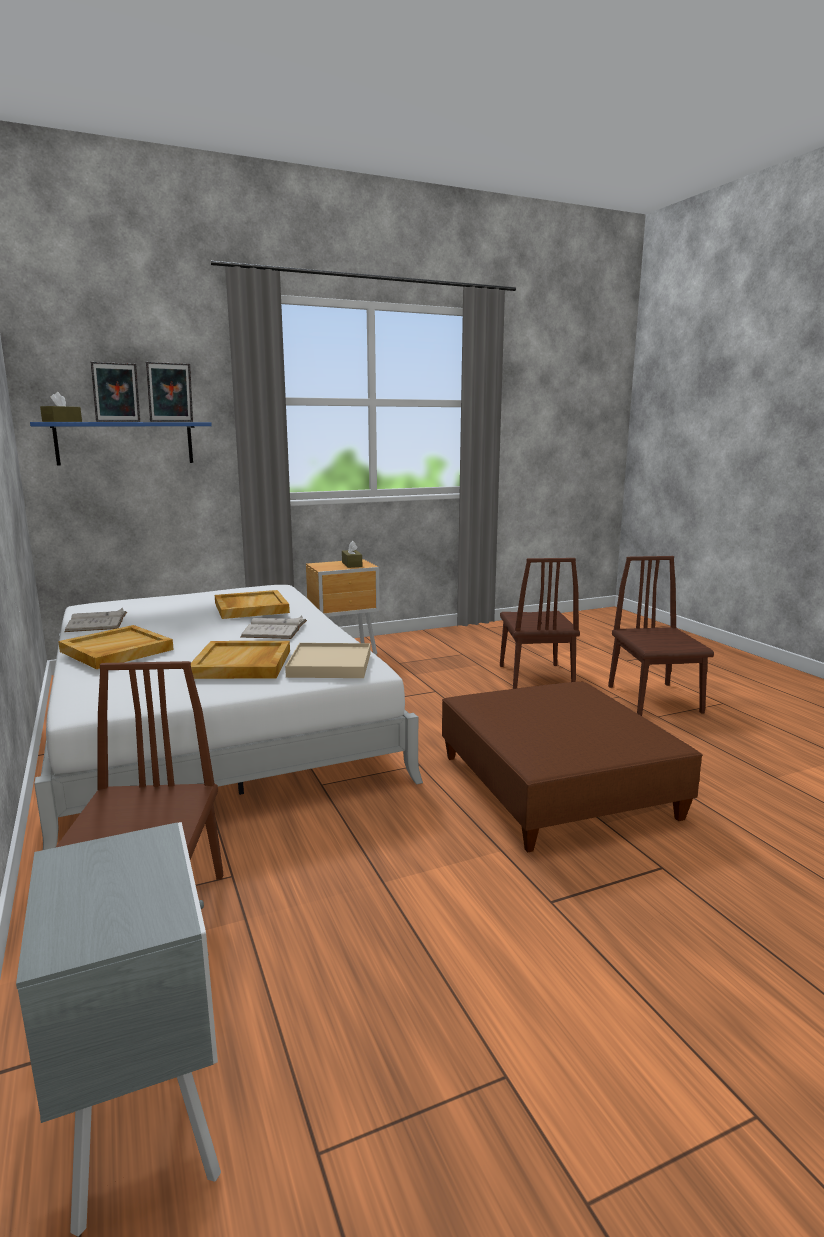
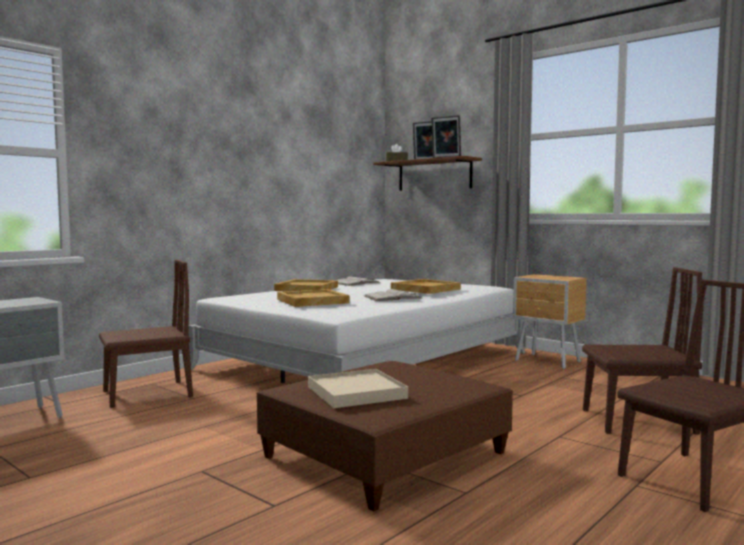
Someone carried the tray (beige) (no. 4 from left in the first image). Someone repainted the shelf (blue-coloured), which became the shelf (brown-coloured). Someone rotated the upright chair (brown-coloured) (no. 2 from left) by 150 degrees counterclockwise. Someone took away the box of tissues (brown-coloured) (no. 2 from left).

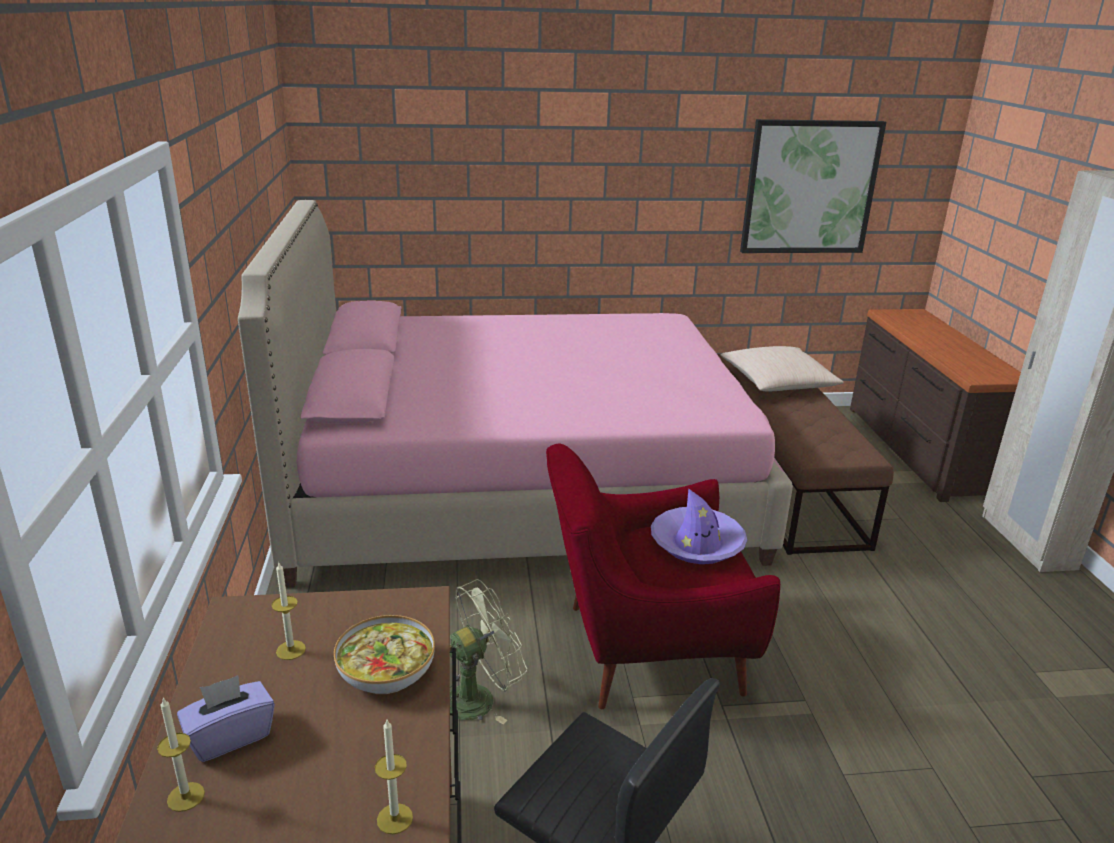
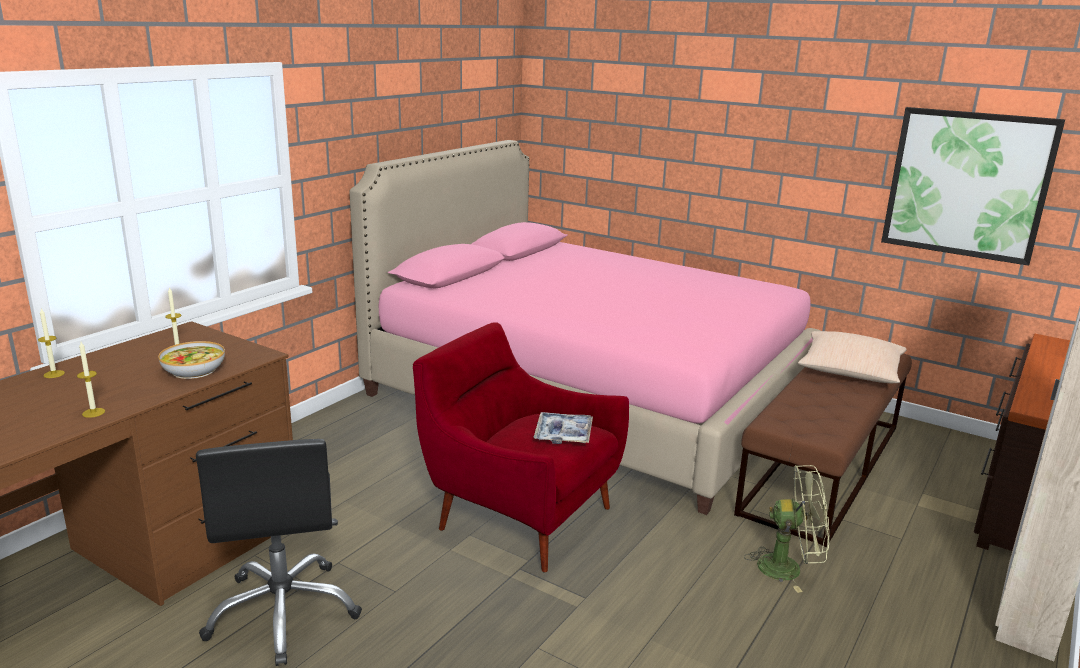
Someone swapped the clothing hat (purplish) for the tray. Someone carried the fan (green-coloured). Someone took away the box of tissues (purplish).

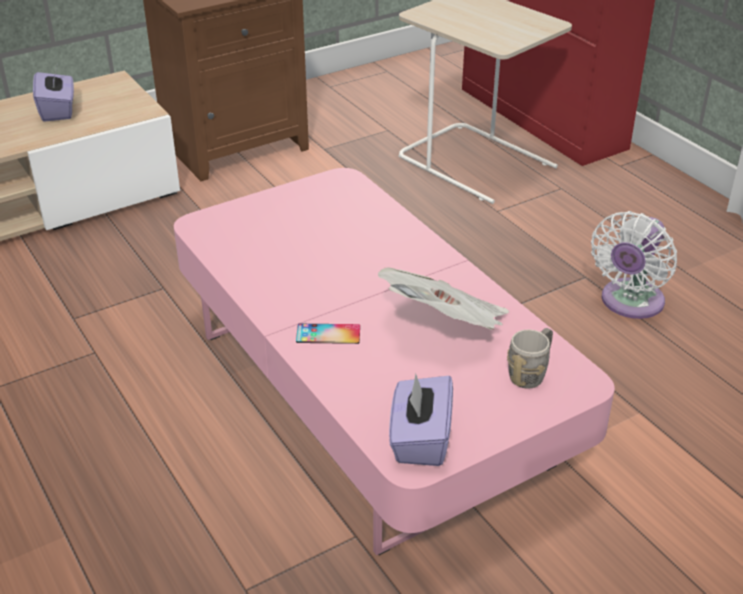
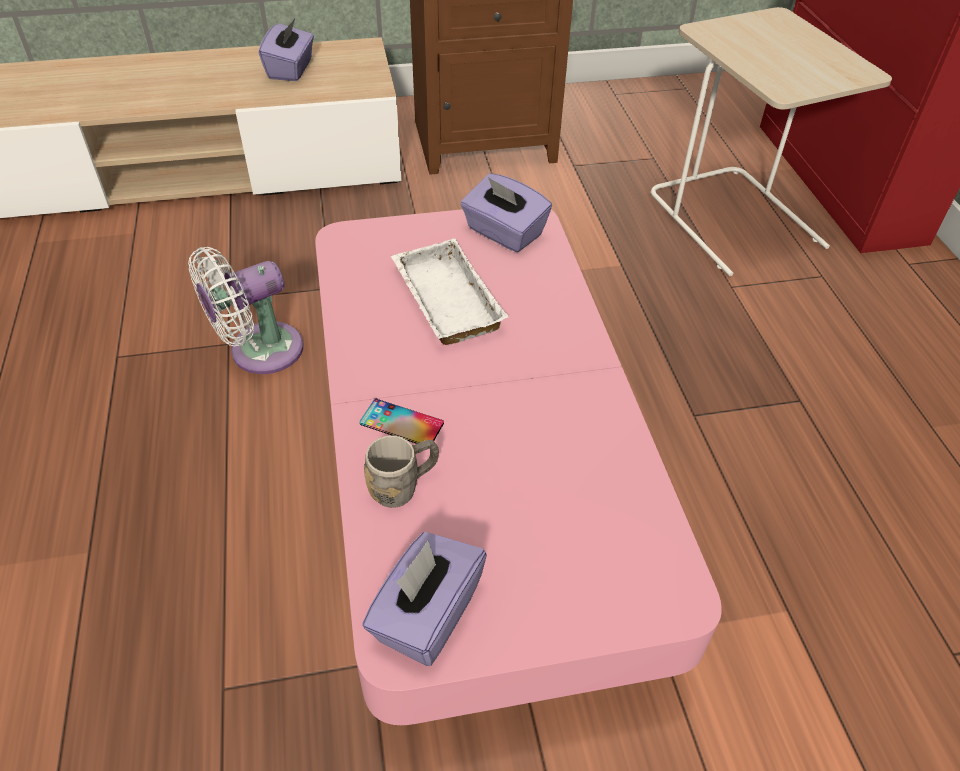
Someone carried the fan (whitish). Someone carried the tea mug (gray). Someone put down the tray (whitish). Someone put down the box of tissues (purplish) (no. 3 from left). Someone took away the printed paper.

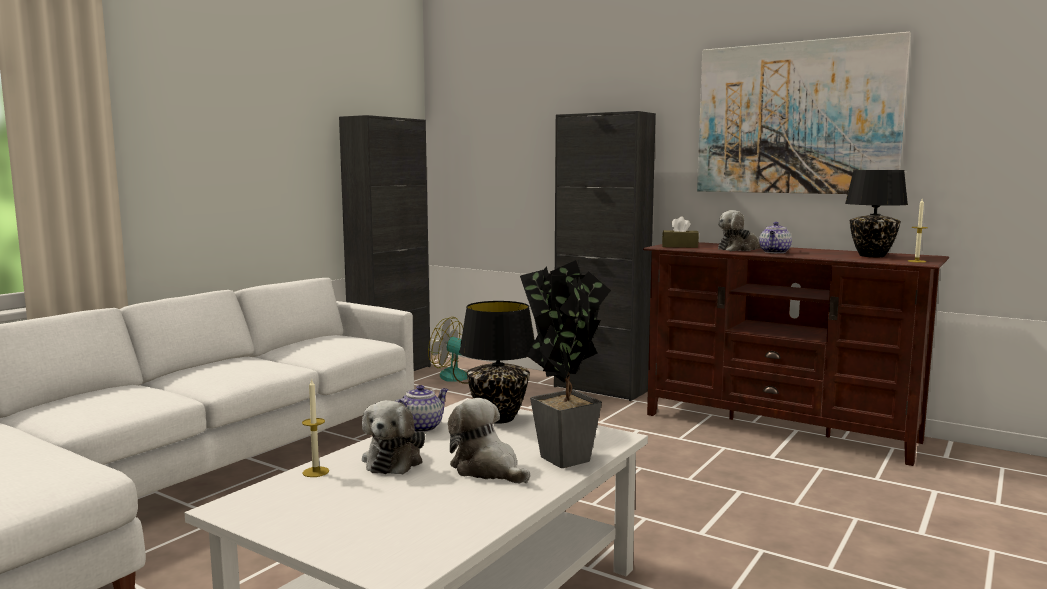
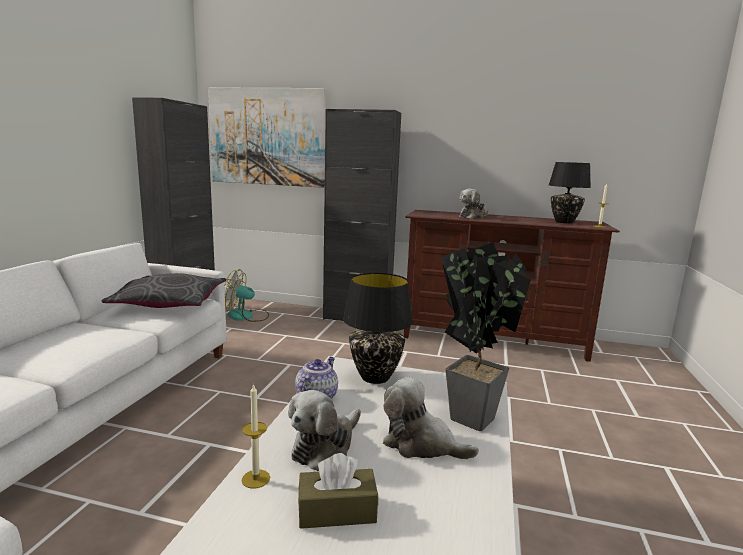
Someone put down the pillow (gray). Someone carried the wall picture. Someone rotated the plush toy (no. 1 from left) by 45 degrees clockwise. Someone carried the box of tissues (brown-coloured). Someone took away the teapot (no. 2 from left).

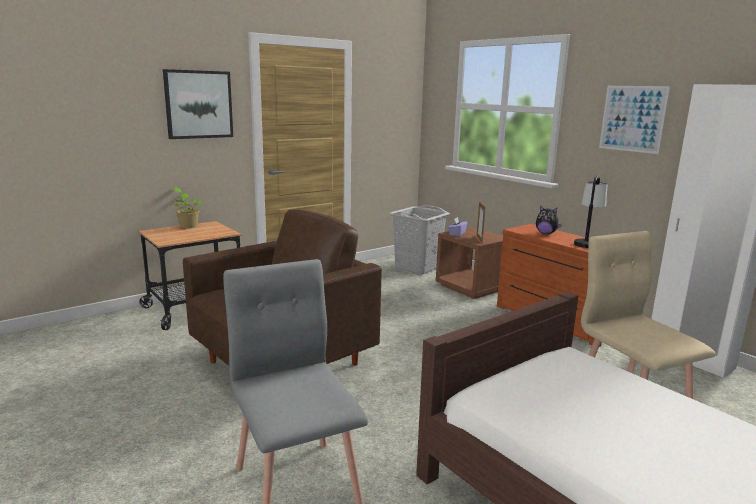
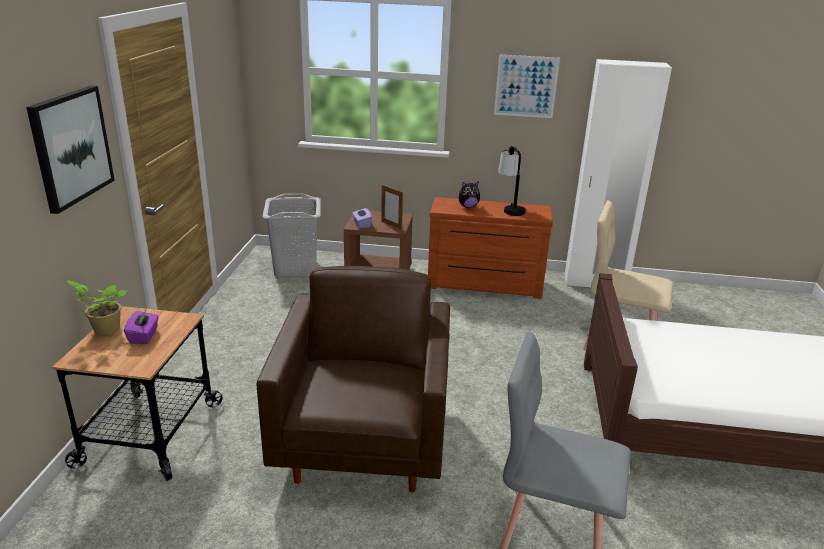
Someone put down the box of tissues (purplish) (no. 1 from left).

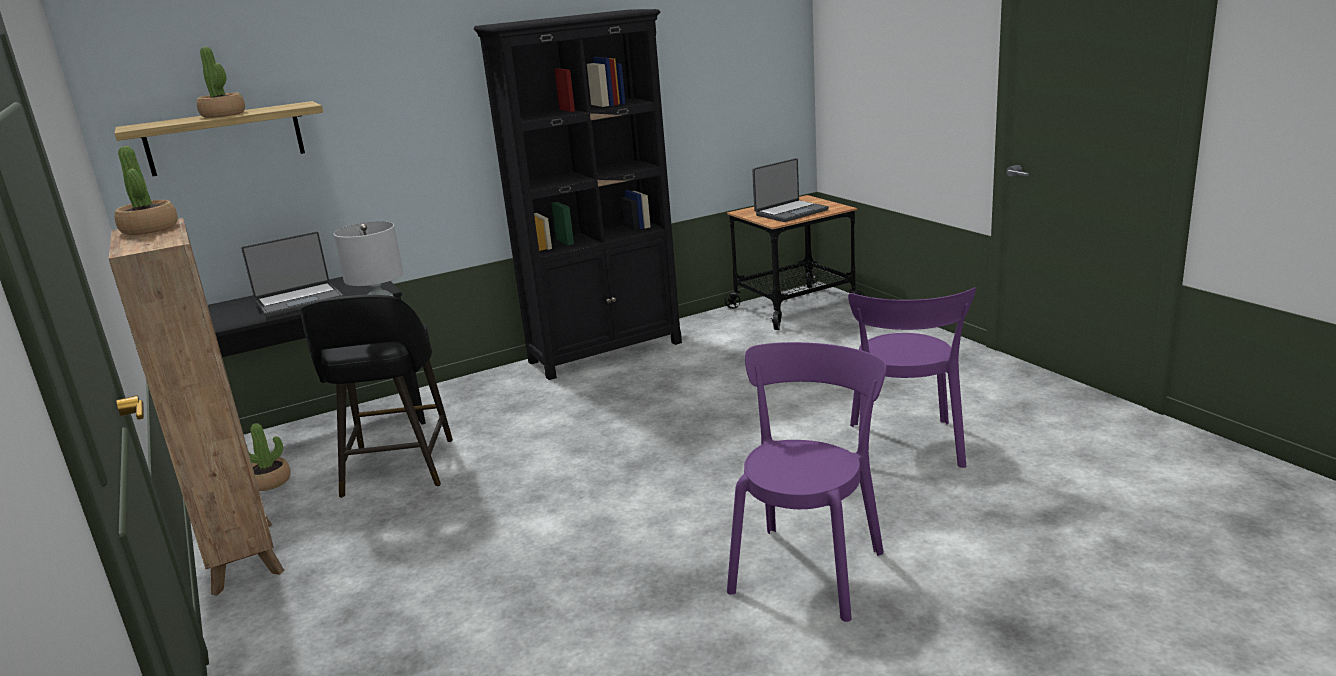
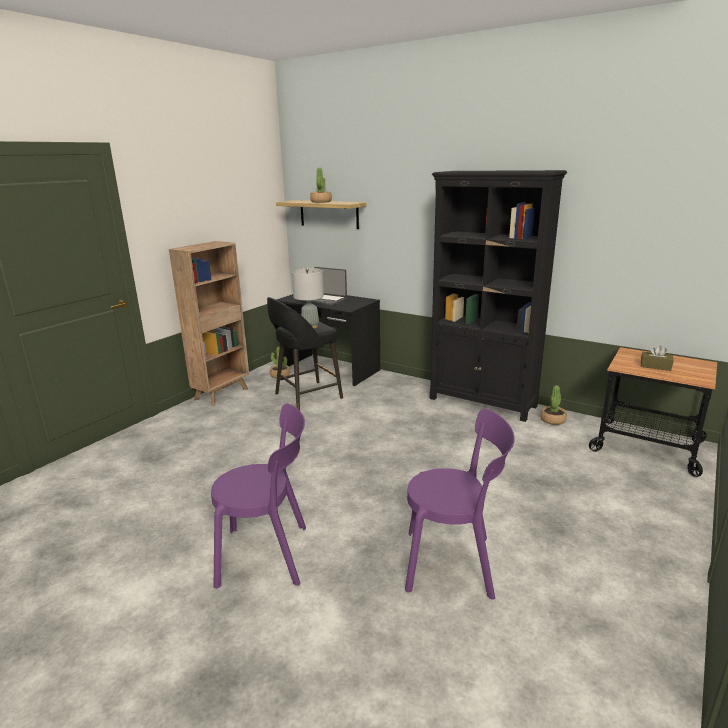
Someone rotated the upright chair (purplish) (no. 2 from left) by 150 degrees counterclockwise. Someone carried the plant in a pot (no. 1 from left in the first image). Someone swapped the portable computer (no. 2 from left) for the box of tissues (brown-coloured).

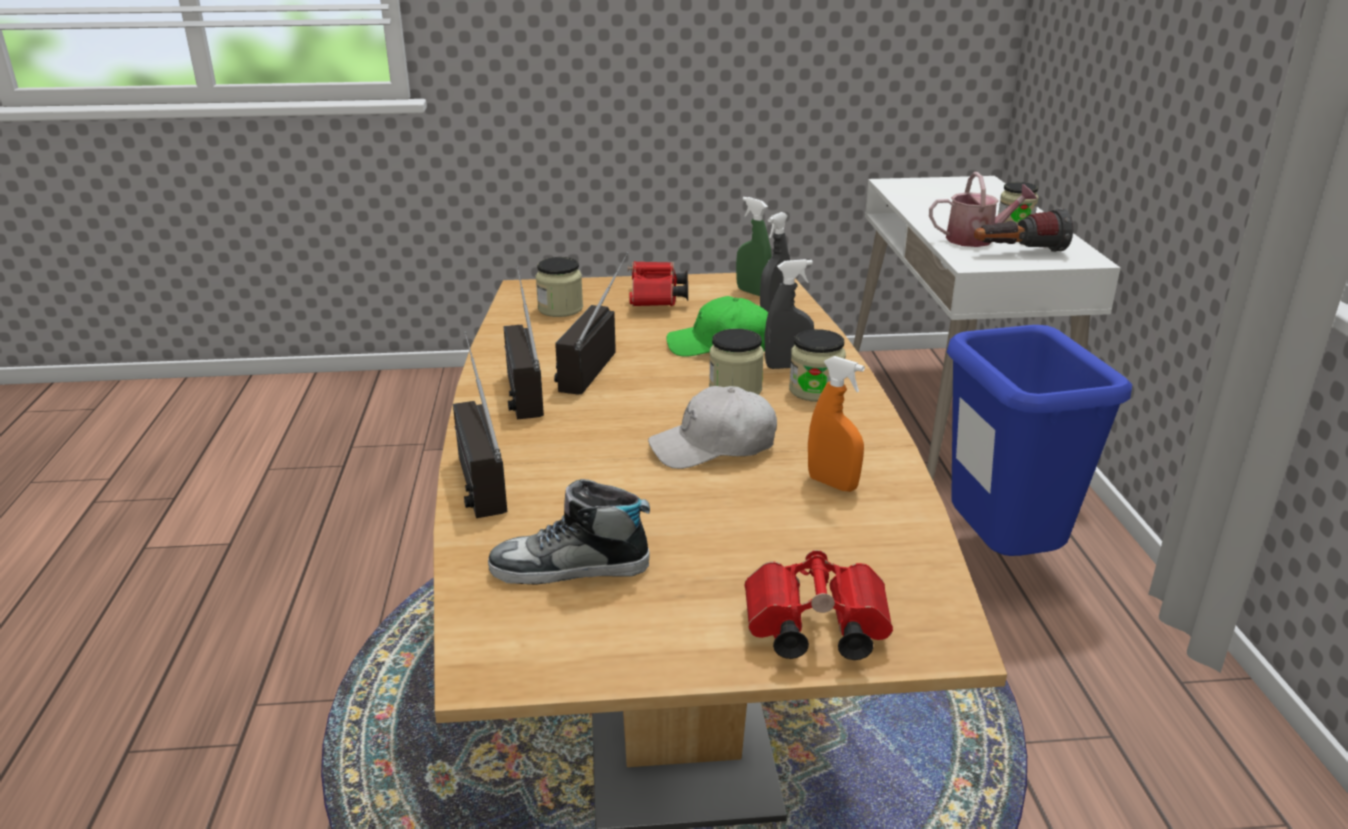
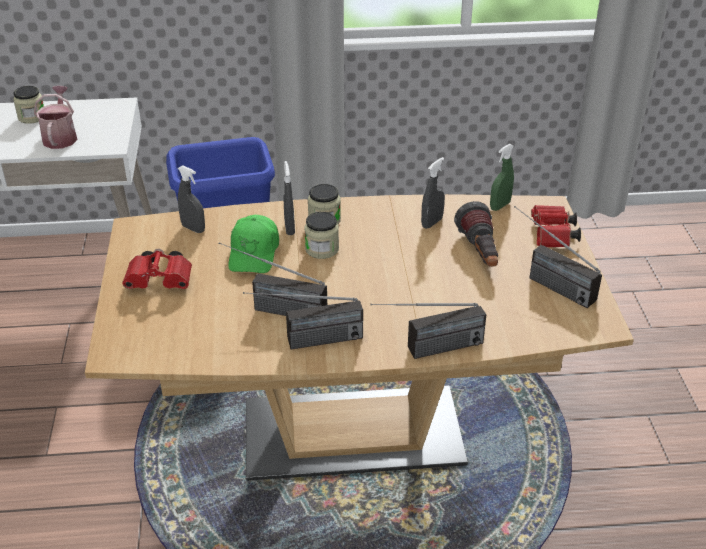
Someone repainted the hand sprayer (orange), which became the hand sprayer (gray) (no. 3 from left). Someone carried the flashlight. Someone carried the hand sprayer (green-coloured). Someone put down the radio receiver (no. 4 from left). Someone took away the low shoe. Someone took away the storage jar (no. 1 from left). Someone took away the cap (whitish).

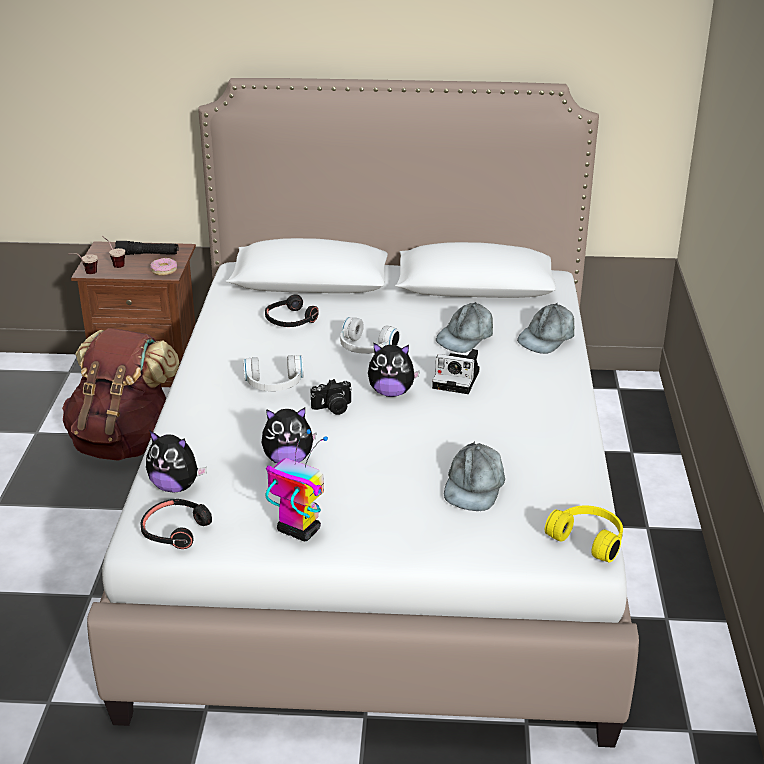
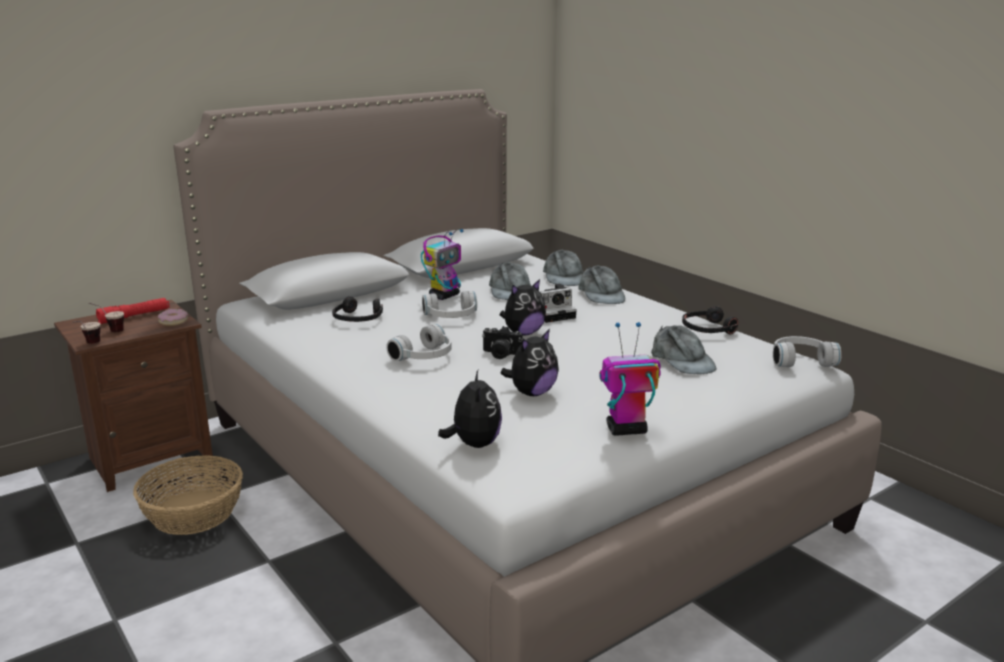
Someone repainted the flashlight (blackish), which became the flashlight (red). Someone swapped the knapsack (brown-coloured) for the household basket. Someone put down the toy robot (no. 1 from left). Someone rotated the plush toy (no. 1 from left) by 75 degrees counterclockwise. Someone rotated the photo camera (no. 1 from left) by 75 degrees clockwise. Someone put down the cap (gray) (no. 3 from left). Someone carried the headphones (blackish) (no. 1 from left in the first image). Someone repainted the headphones (yellowish), which became the headphones (whitish) (no. 3 from left).

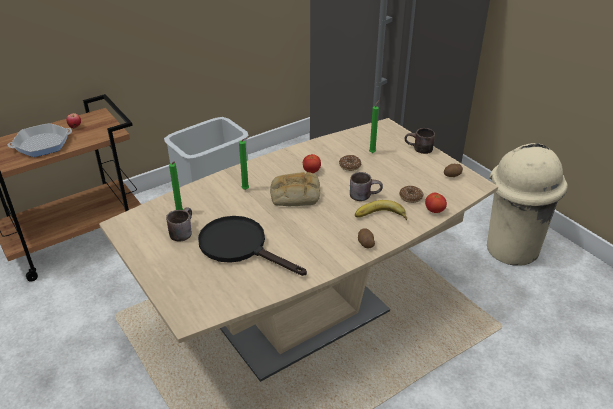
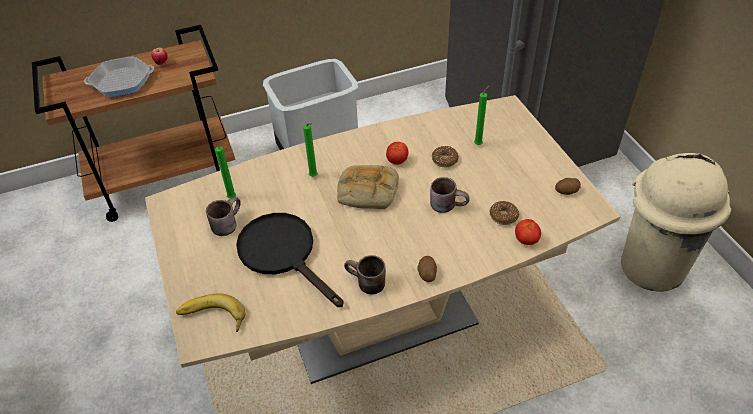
Someone carried the whole banana. Someone carried the tea mug (brown-coloured) (no. 3 from left in the first image).

